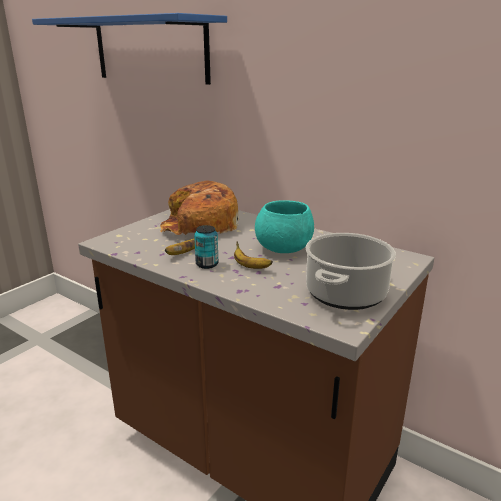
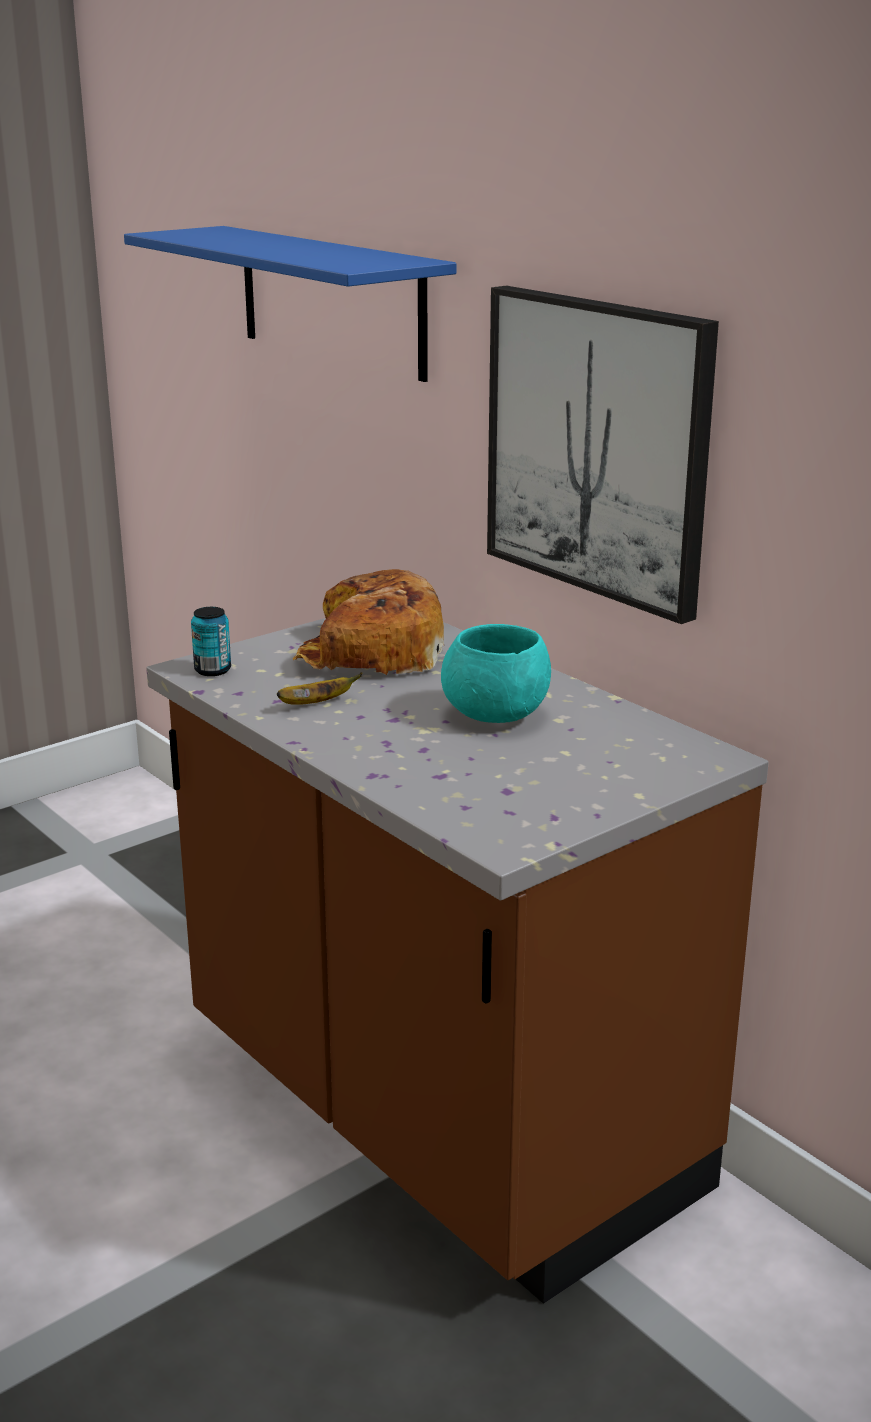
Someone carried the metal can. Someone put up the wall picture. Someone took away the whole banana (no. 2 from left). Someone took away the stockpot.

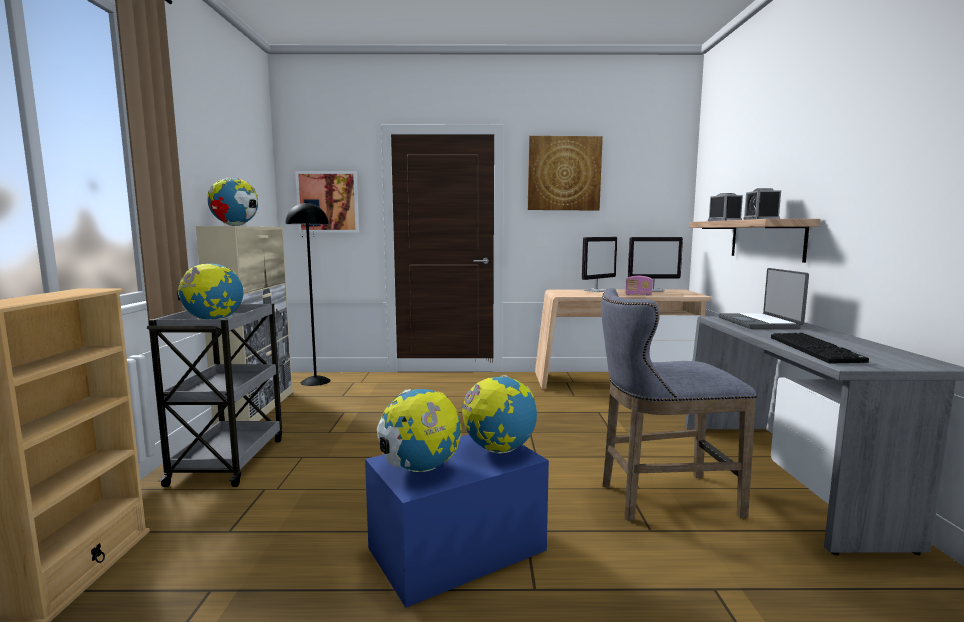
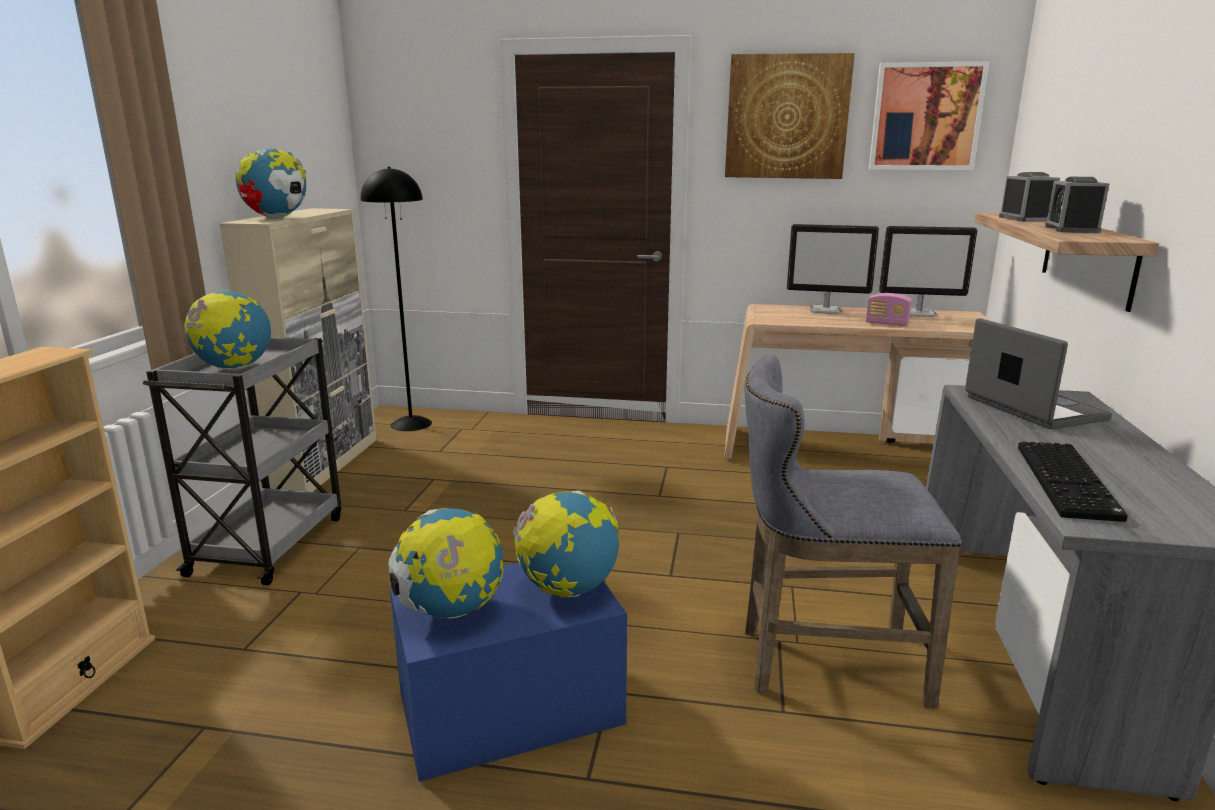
Someone rotated the computer display (no. 1 from left) by 45 degrees clockwise. Someone carried the wall picture (no. 1 from left in the first image). Someone rotated the portable computer by 150 degrees clockwise.

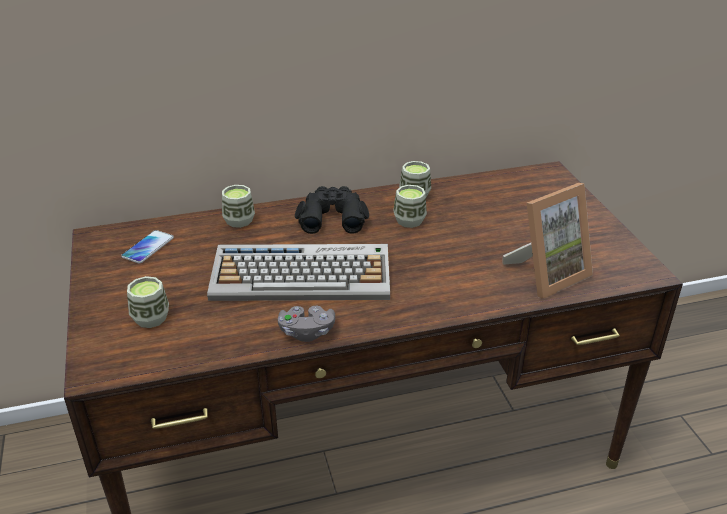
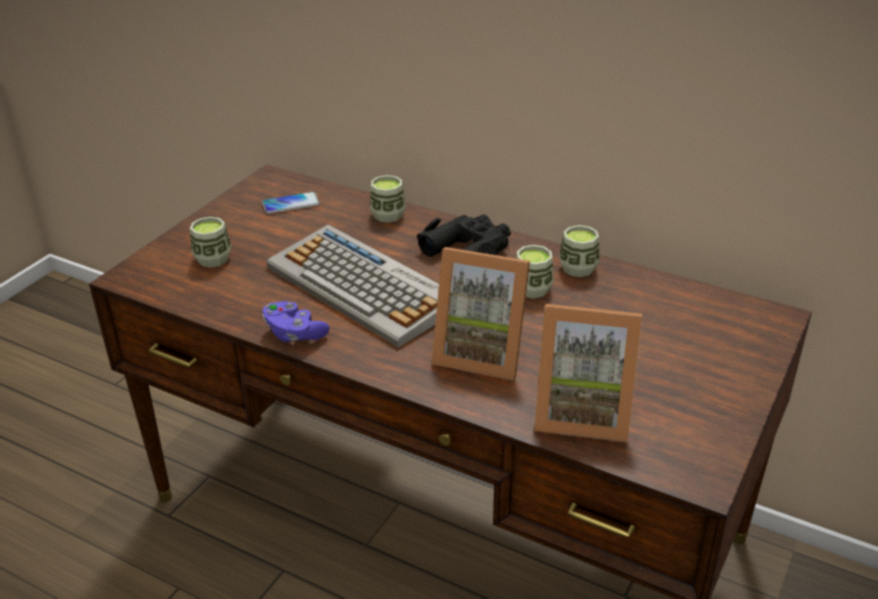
Someone repainted the game controller (gray), which became the game controller (purplish). Someone put down the standing frame (no. 1 from left).

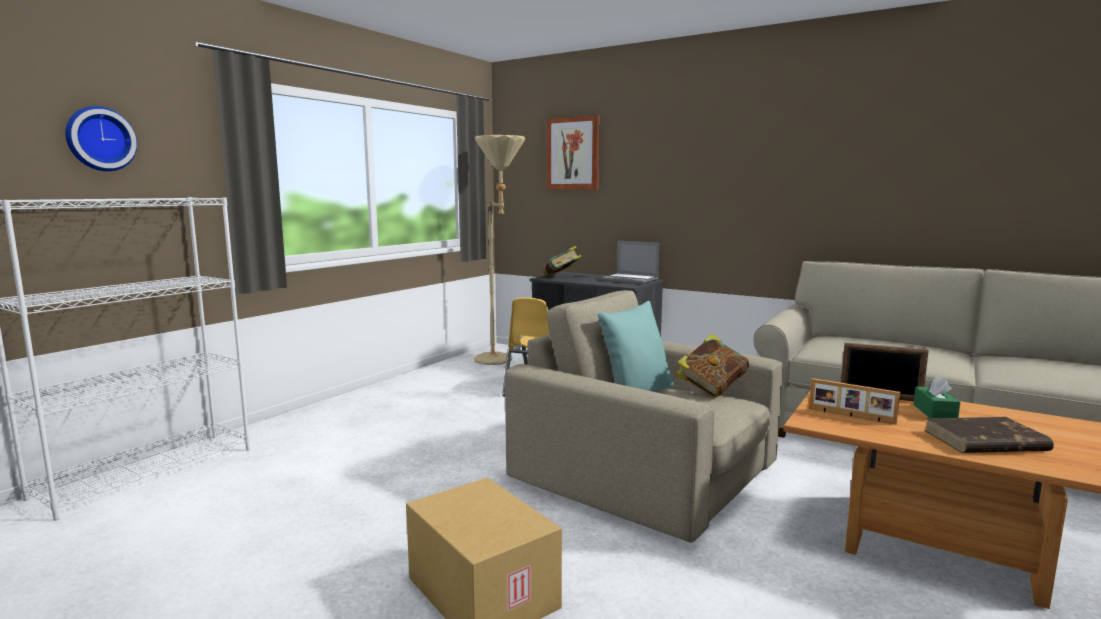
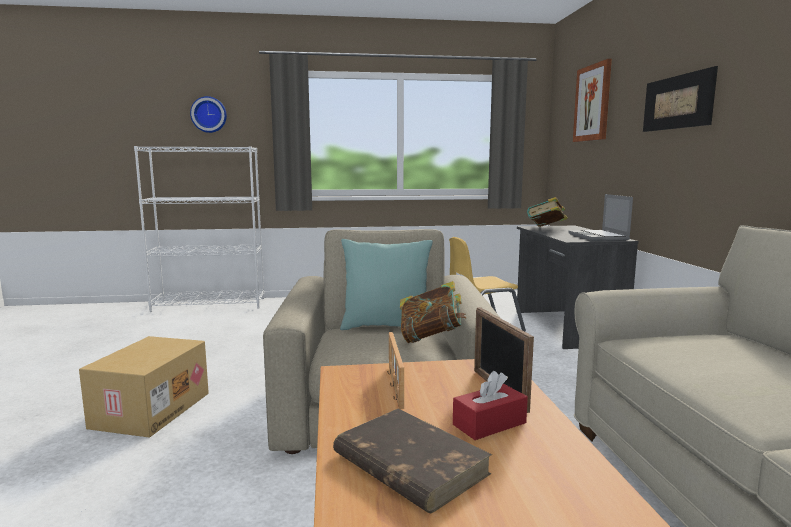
Someone repainted the box of tissues (green-coloured), which became the box of tissues (red). Someone put up the wall picture (no. 2 from left). Someone took away the standard lamp (beige).

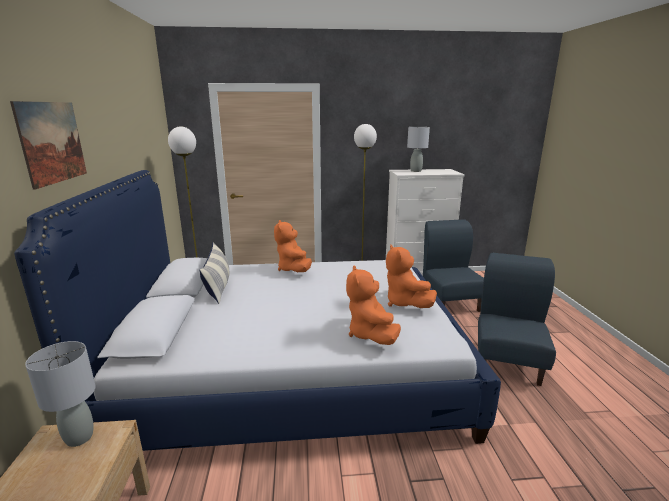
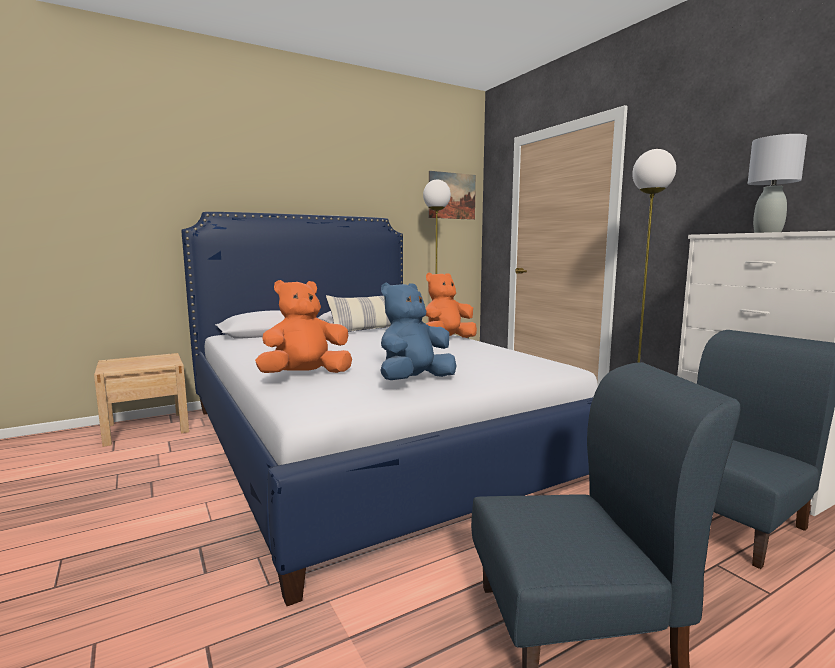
Someone repainted the plush toy (orange) (no. 3 from left), which became the plush toy (blue-coloured). Someone carried the wall picture. Someone took away the tabletop lamp (gray) (no. 1 from left).

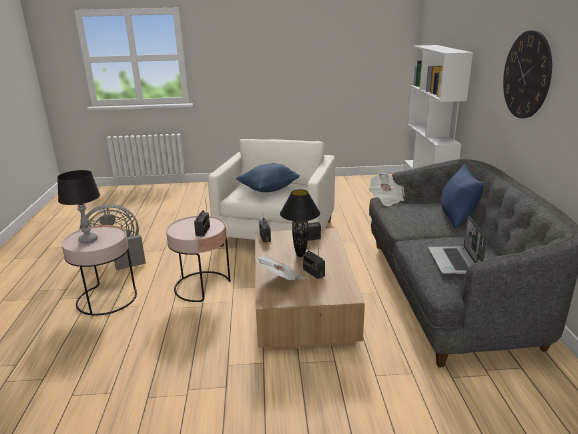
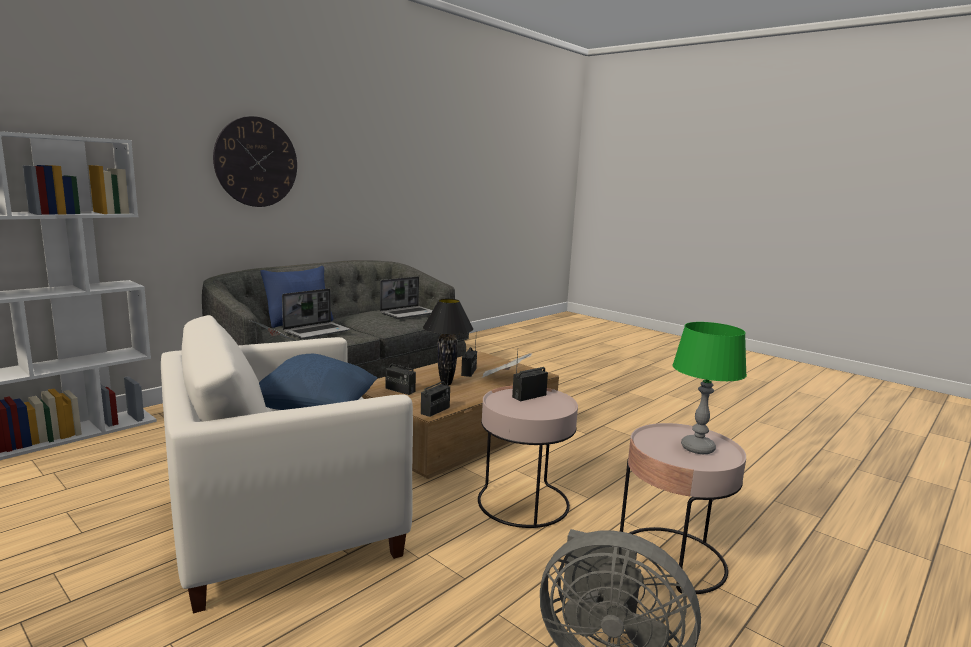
Someone put down the portable computer (no. 1 from left). Someone repainted the tabletop lamp (blackish) (no. 1 from left), which became the tabletop lamp (green-coloured).

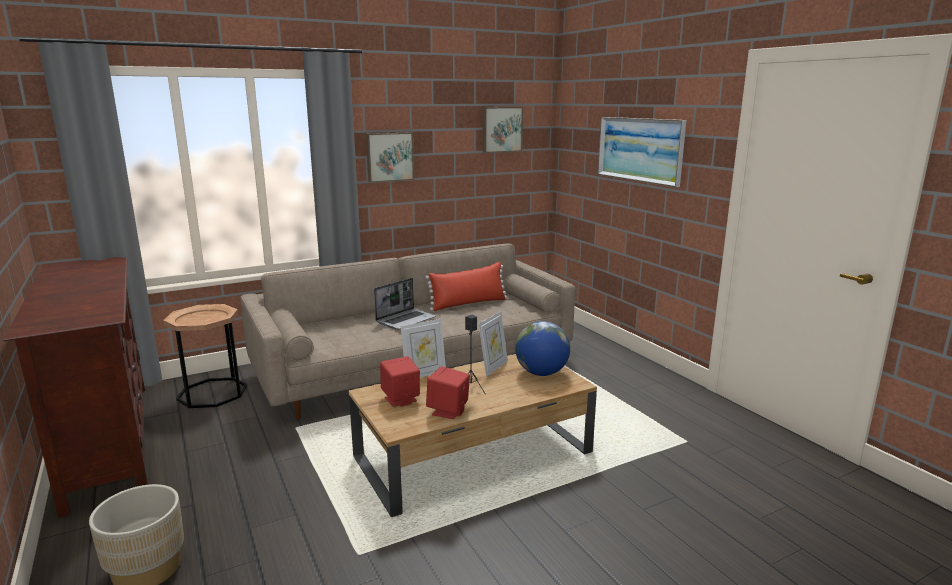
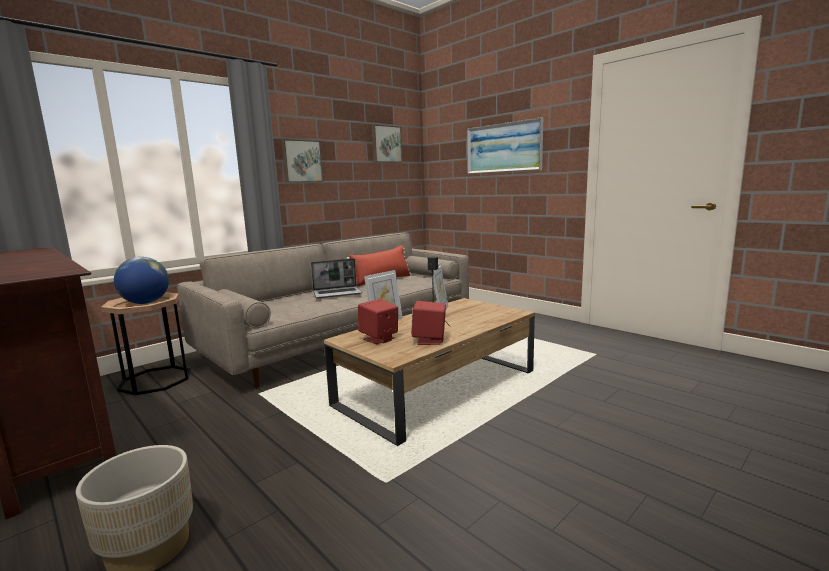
Someone carried the desk globe. Someone rotated the portable computer by 45 degrees clockwise.

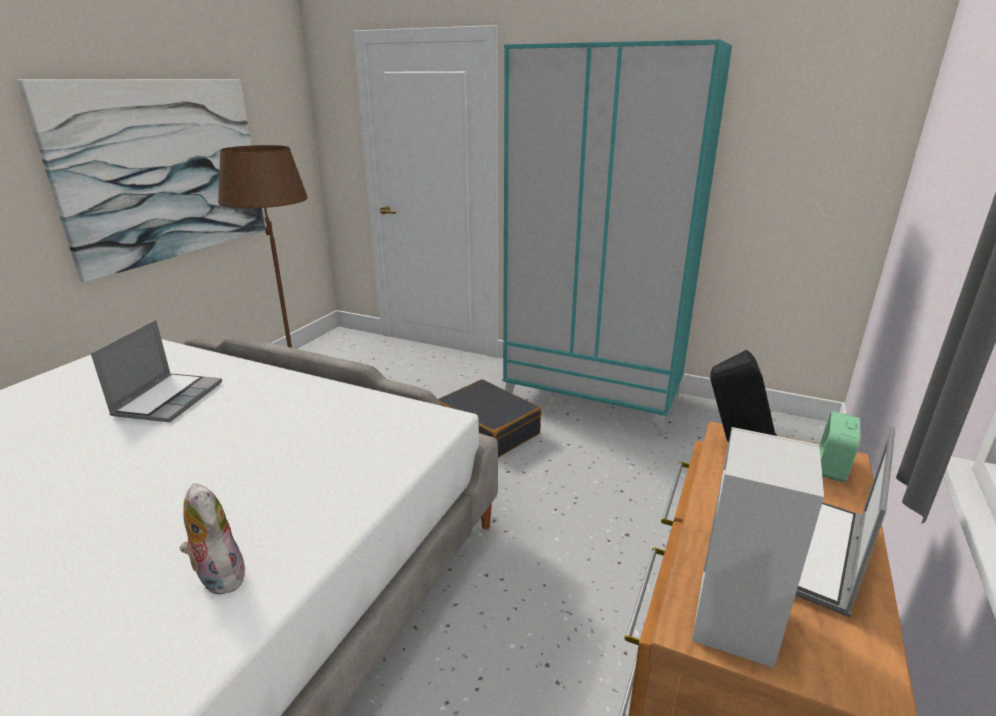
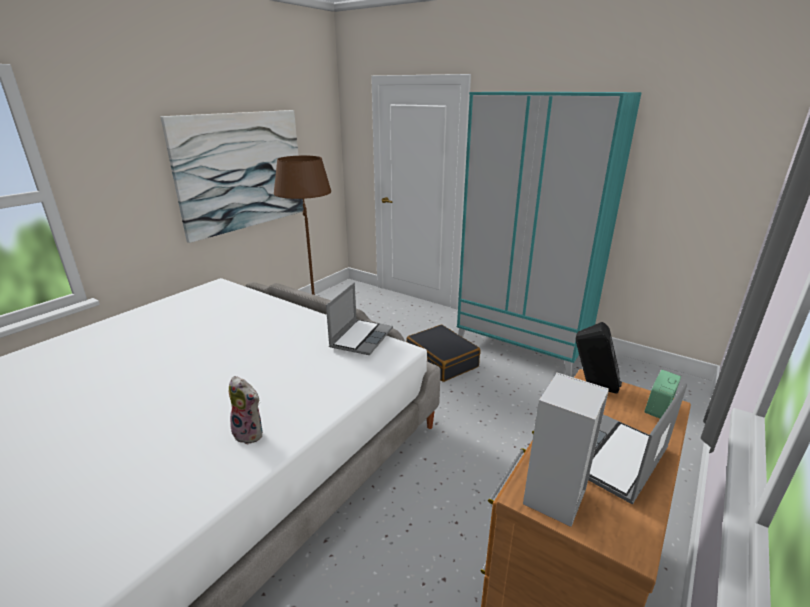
Someone rotated the plush toy by 150 degrees clockwise. Someone carried the portable computer (no. 1 from left).

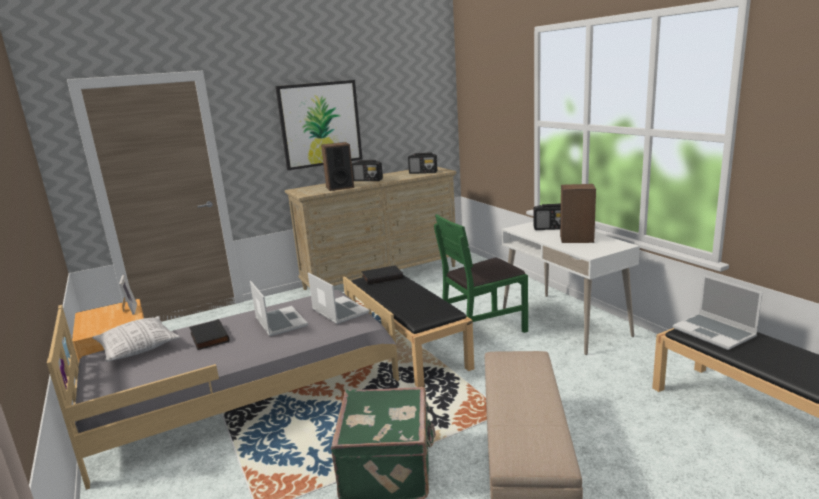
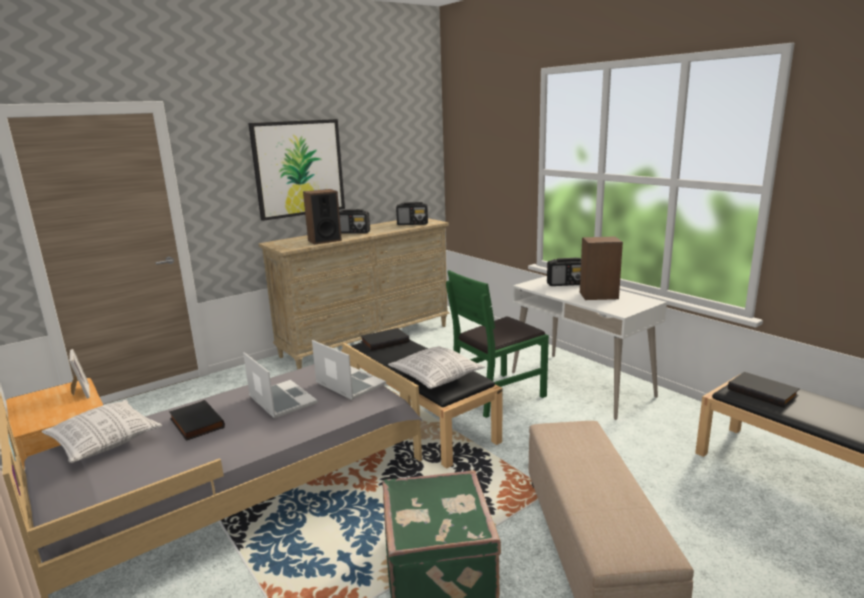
Someone put down the pillow (no. 2 from left). Someone swapped the portable computer (no. 3 from left) for the bound book (blackish) (no. 3 from left).

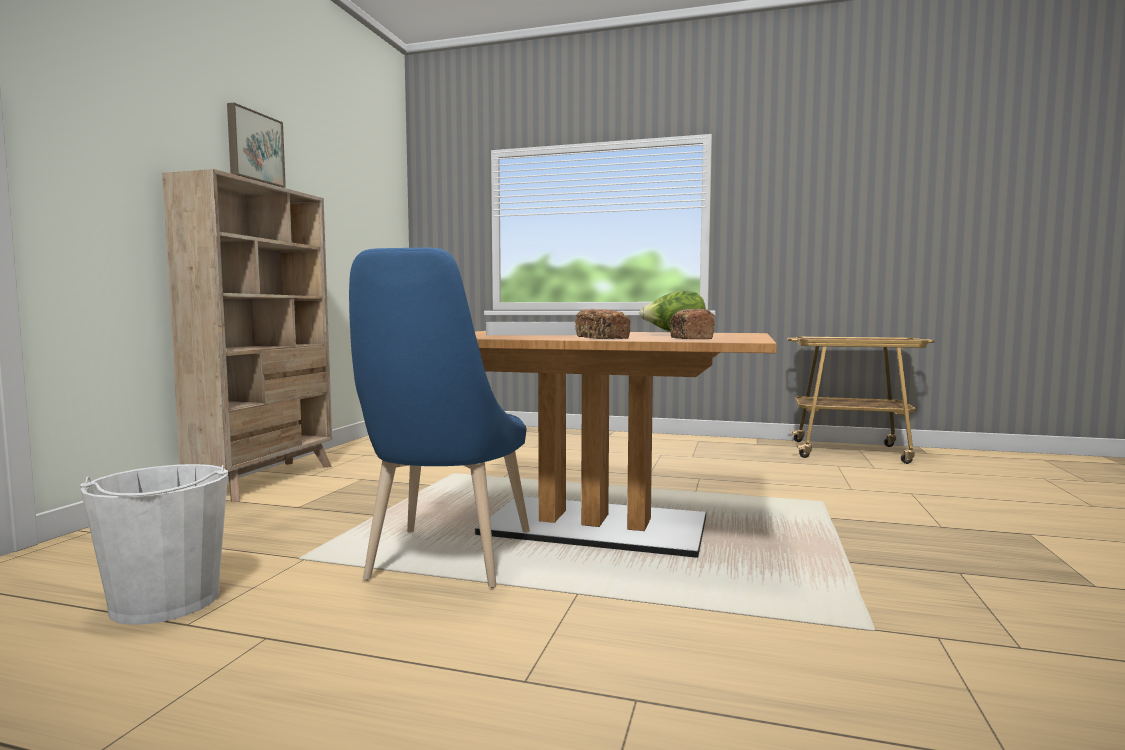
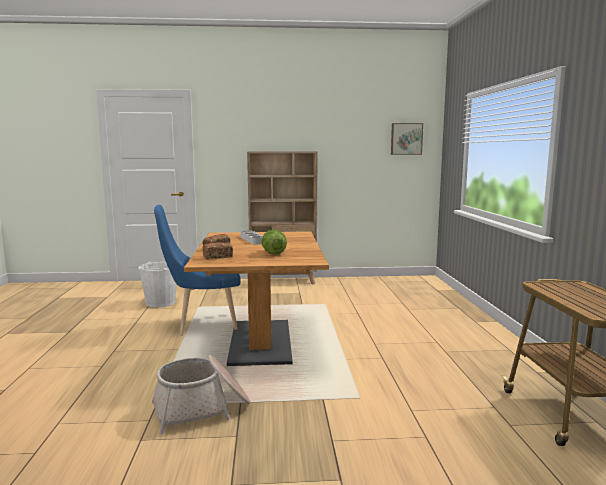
Someone put down the household basket. Someone carried the wall picture.

